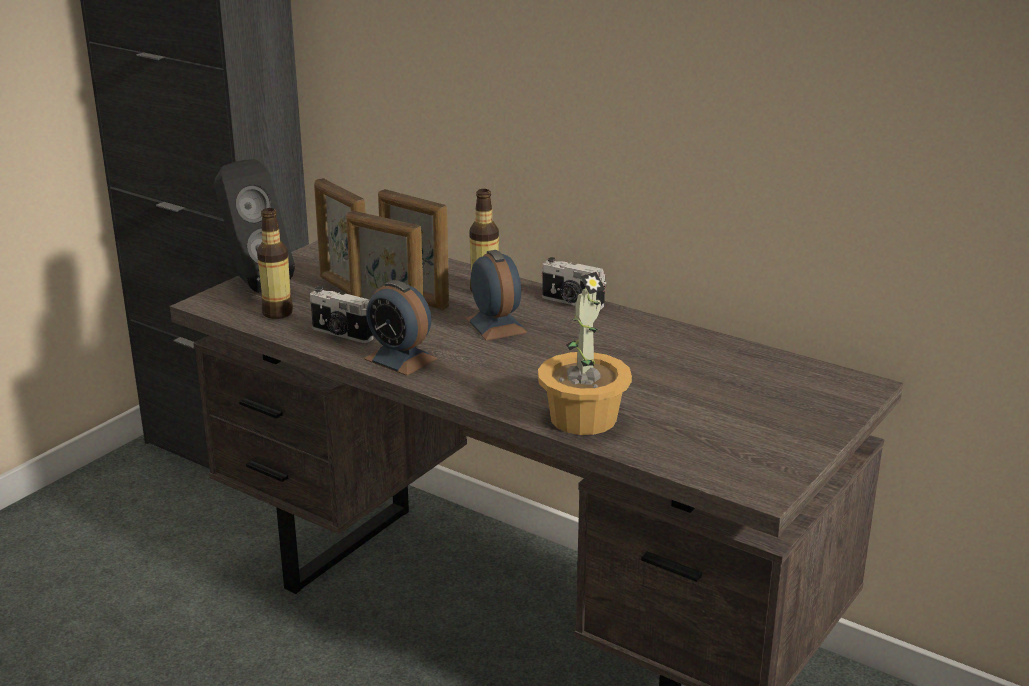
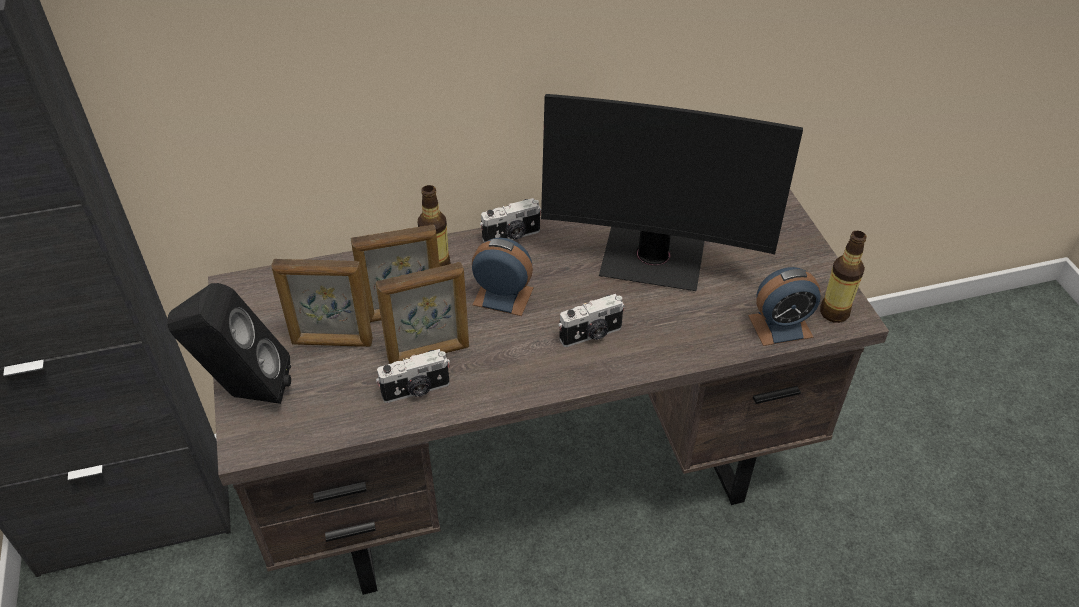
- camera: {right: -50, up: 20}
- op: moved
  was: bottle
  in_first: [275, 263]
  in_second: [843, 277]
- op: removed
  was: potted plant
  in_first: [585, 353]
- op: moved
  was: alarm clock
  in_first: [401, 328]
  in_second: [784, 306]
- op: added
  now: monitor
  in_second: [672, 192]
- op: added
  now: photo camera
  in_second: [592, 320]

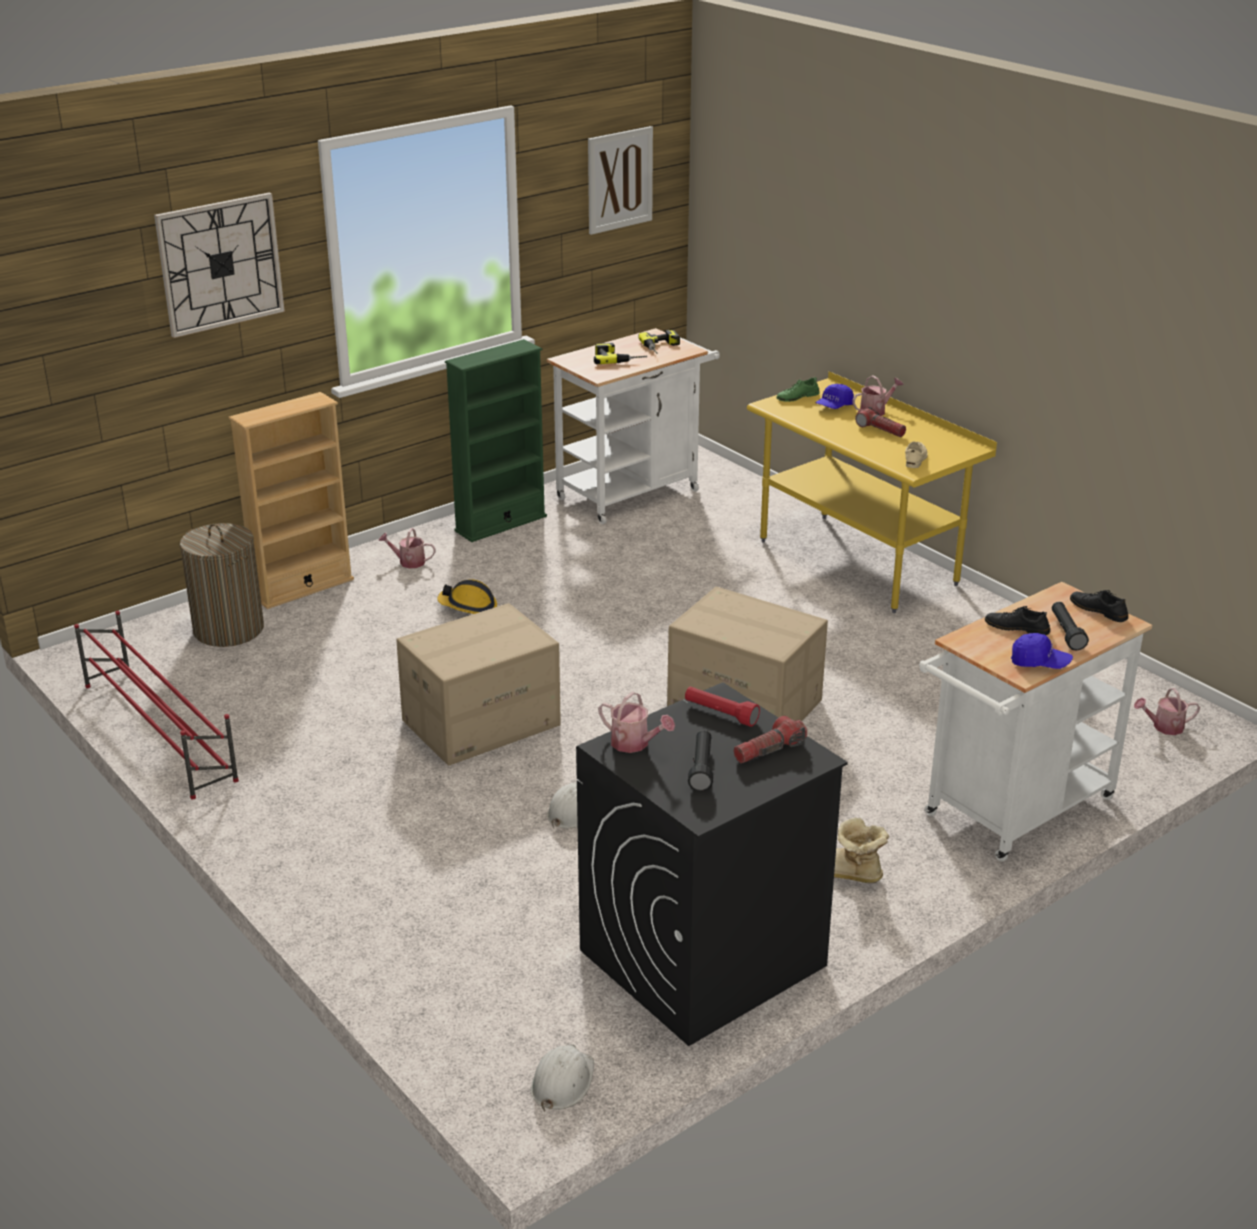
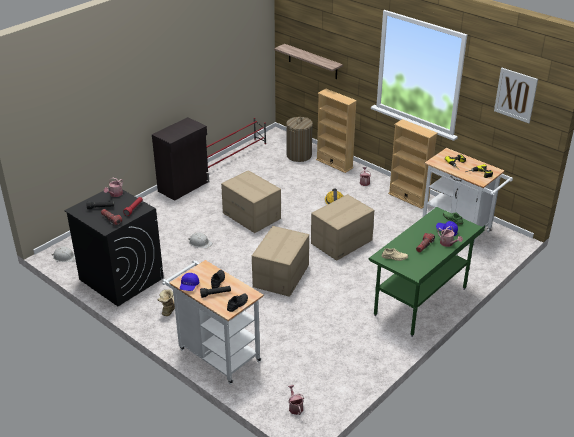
- camera: {right: 80, up: 5}
- op: removed
  was: wall clock
  in_first: [219, 265]
- op: recoloured
  was: bookcase/green
  now: bookcase/beige
  in_first: [496, 440]
  in_second: [413, 164]
- op: recoloured
  was: desk/yellow
  now: desk/green
  in_first: [872, 492]
  in_second: [427, 272]
- op: added
  now: shelf
  in_second: [308, 61]
- op: added
  now: cabinet/black
  in_second: [180, 159]
- op: added
  now: cardboard box
  in_second: [342, 227]

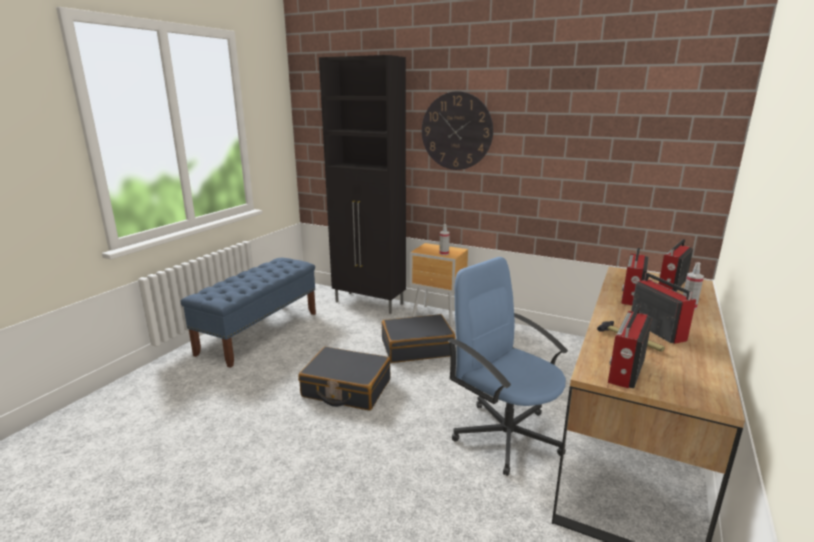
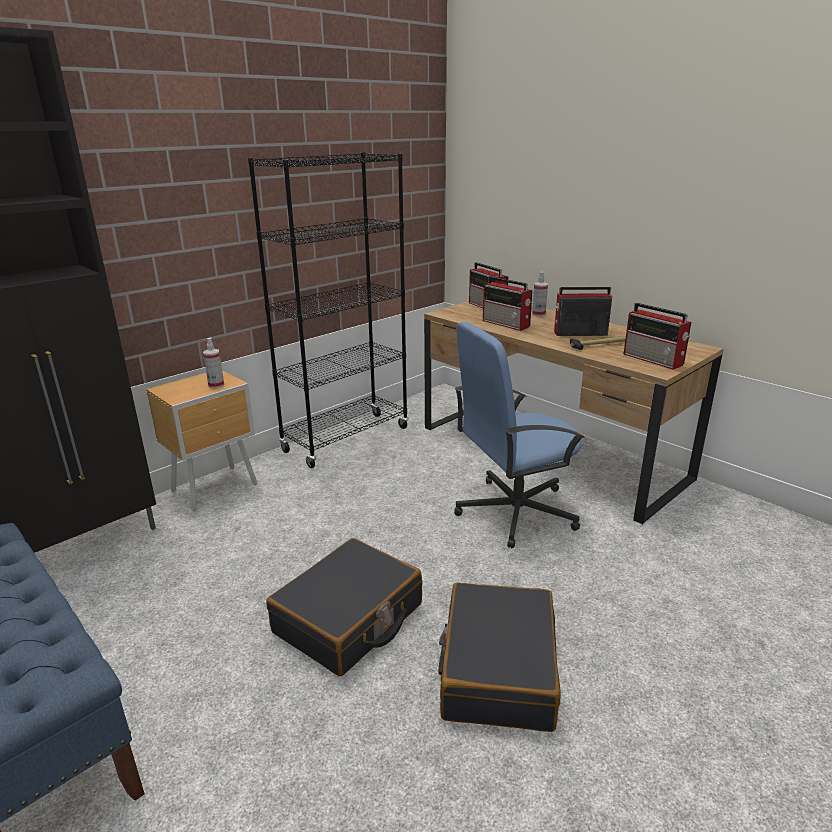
- camera: {right: -70, up: 5}
- op: removed
  was: wall clock
  in_first: [457, 130]
- op: moved
  was: suitcase/black
  in_first: [419, 338]
  in_second: [499, 657]
- op: added
  now: bookcase/black
  in_second: [328, 310]

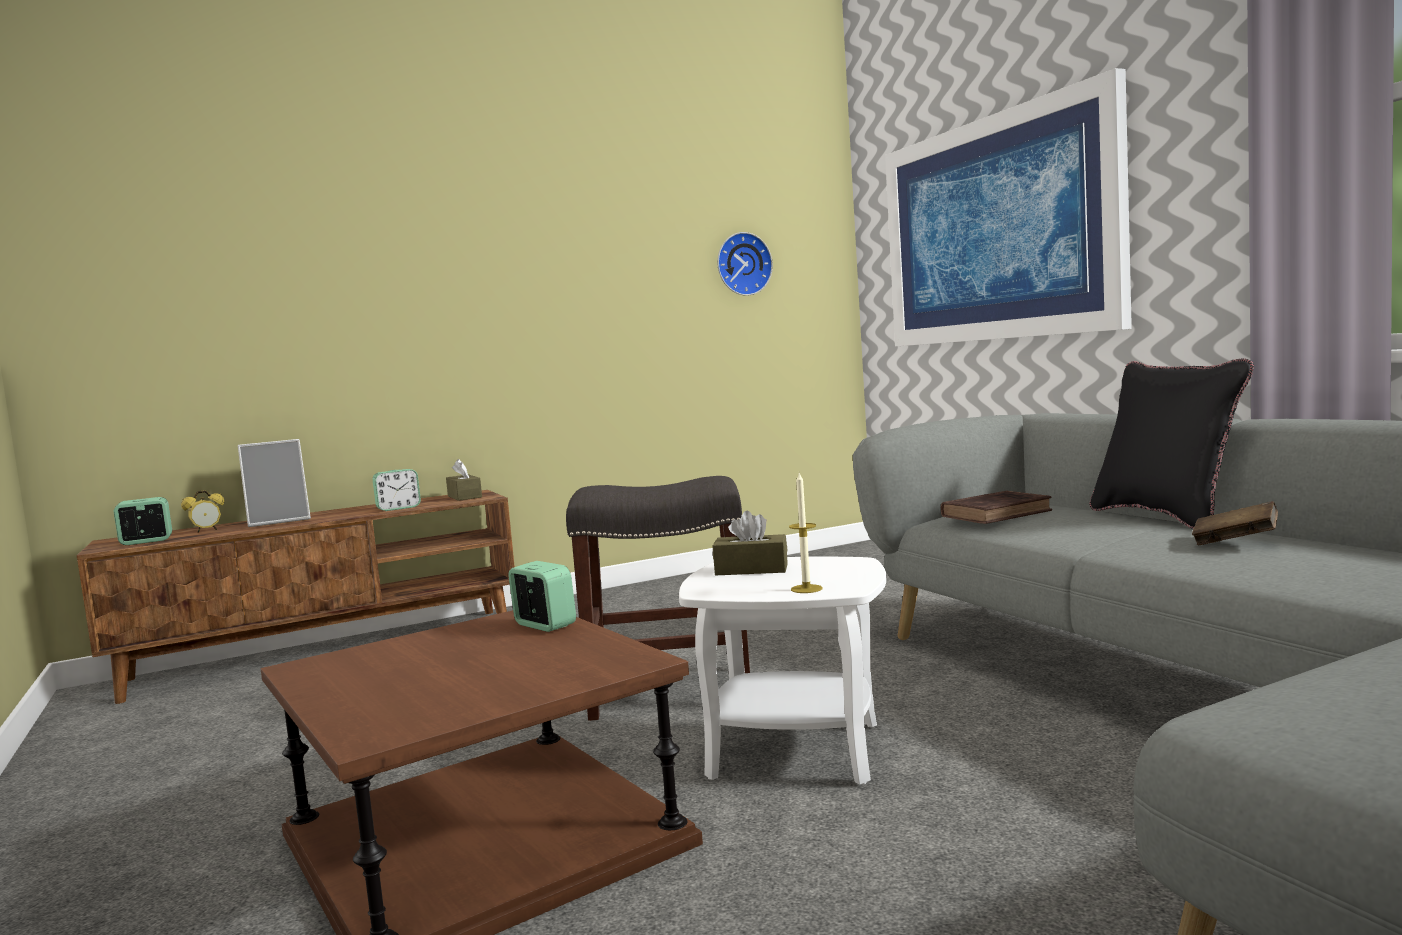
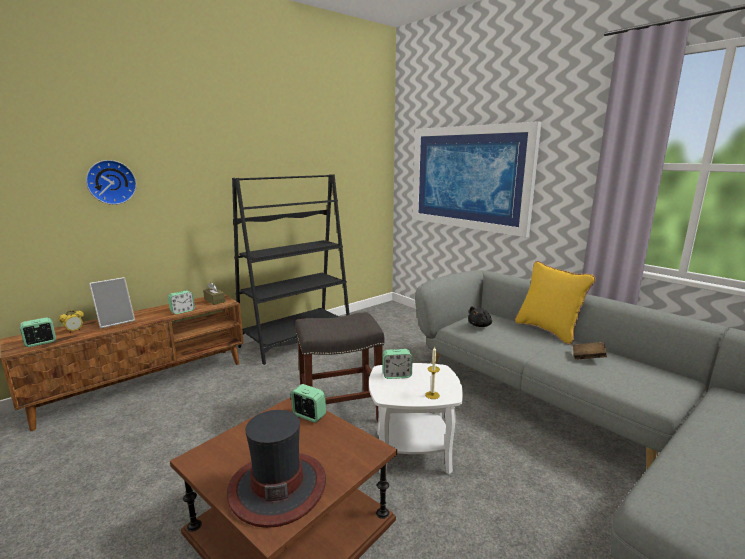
- camera: {right: -15, up: 10}
- op: moved
  was: wall clock
  in_first: [745, 264]
  in_second: [111, 182]
- op: recoloured
  was: pillow/black
  now: pillow/yellow
  in_first: [1171, 443]
  in_second: [555, 303]
- op: replaced
  was: book/brown
  now: plush toy/black
  in_first: [996, 507]
  in_second: [480, 316]
- op: replaced
  was: tissue box/brown
  now: alarm clock
  in_first: [750, 543]
  in_second: [397, 364]
- op: added
  now: bookcase/black
  in_second: [291, 269]
- op: added
  now: hat
  in_second: [276, 469]

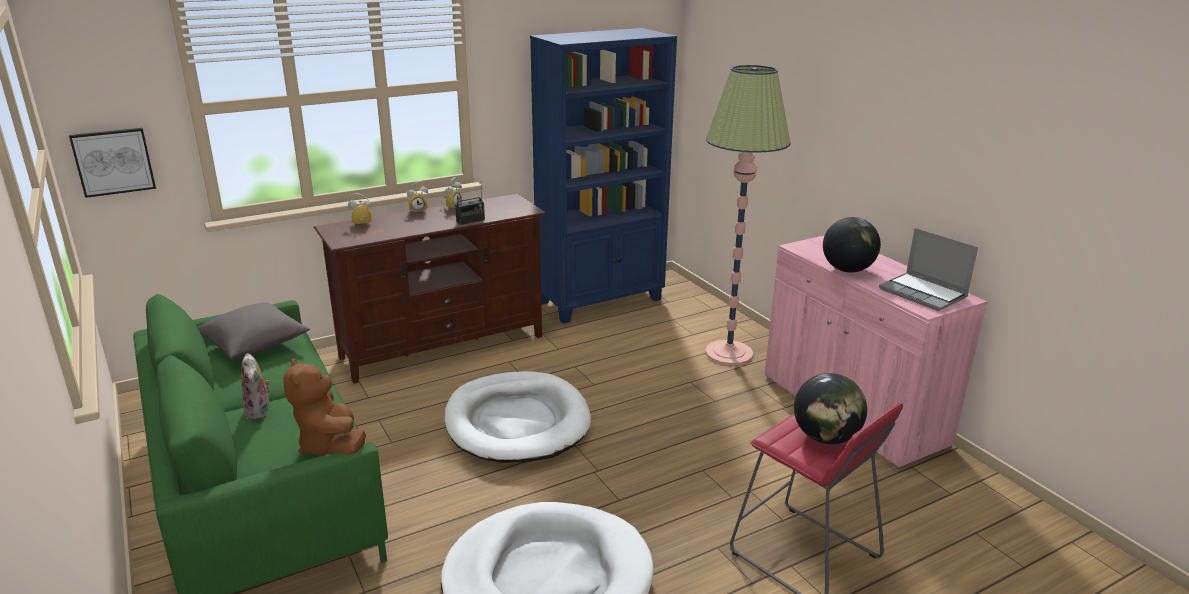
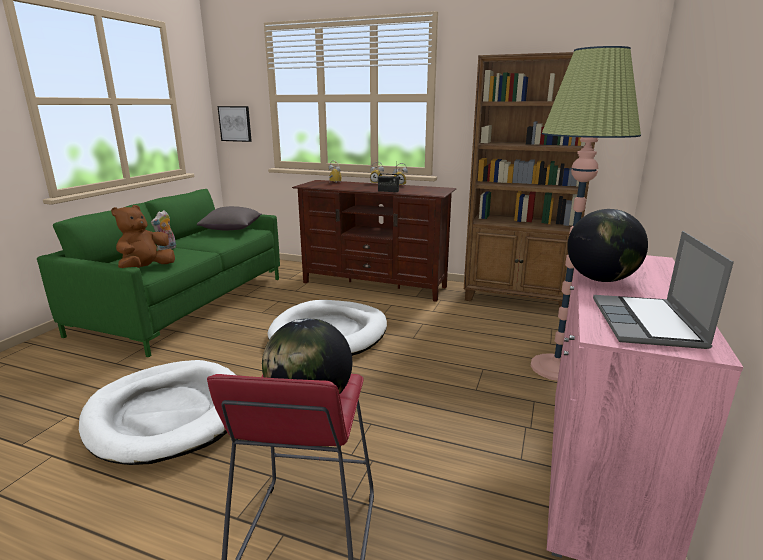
- camera: {right: 50, up: -5}
- op: recoloured
  was: bookcase/blue
  now: bookcase/brown
  in_first: [603, 176]
  in_second: [529, 179]

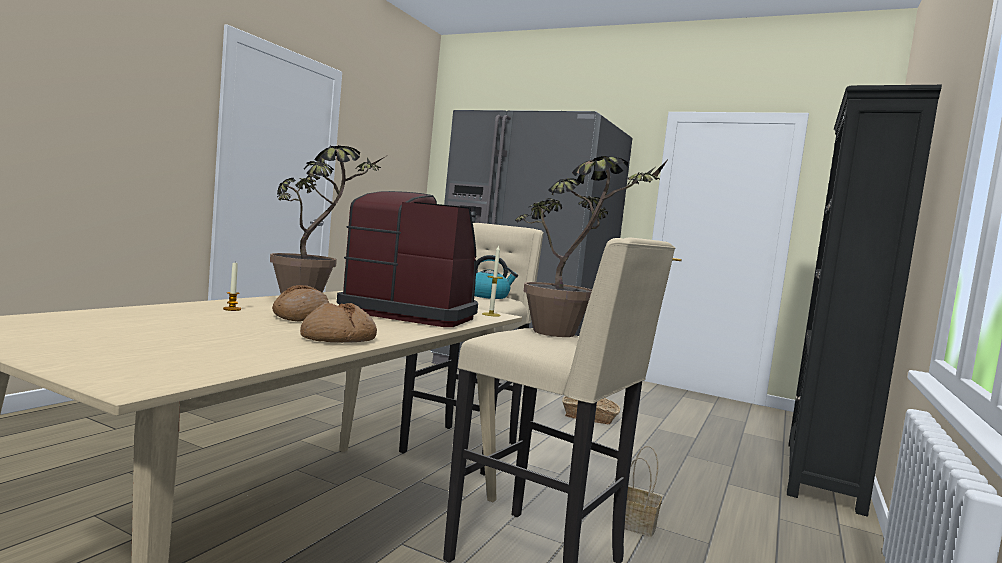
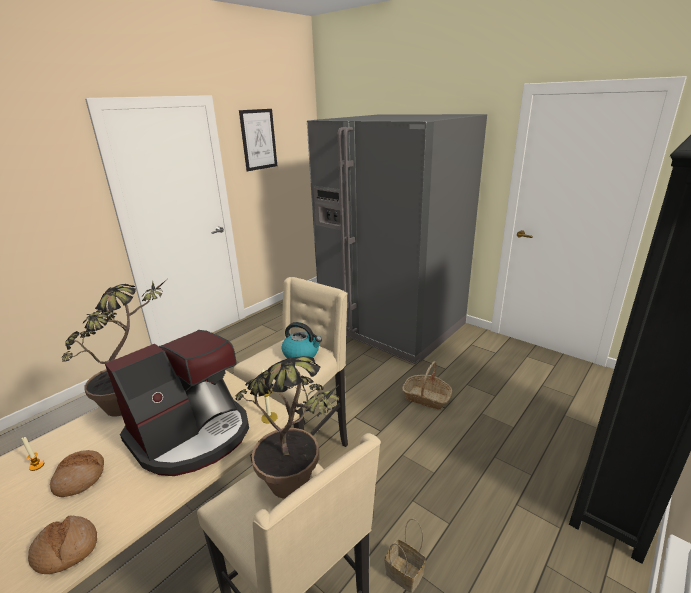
- camera: {right: 15, up: 20}
- op: turned
  was: coffee machine
  in_first: [407, 259]
  in_second: [177, 403]
  clockwise: 105
- op: added
  now: picture
  in_second: [258, 140]

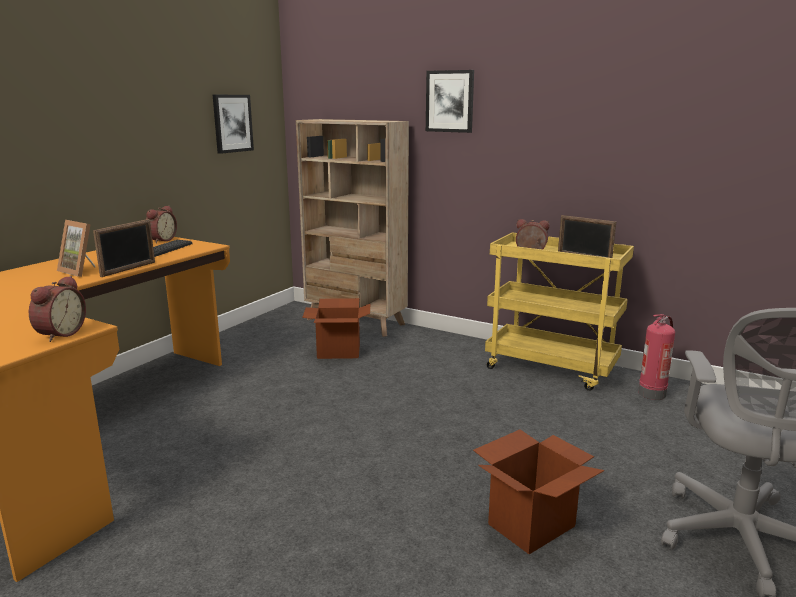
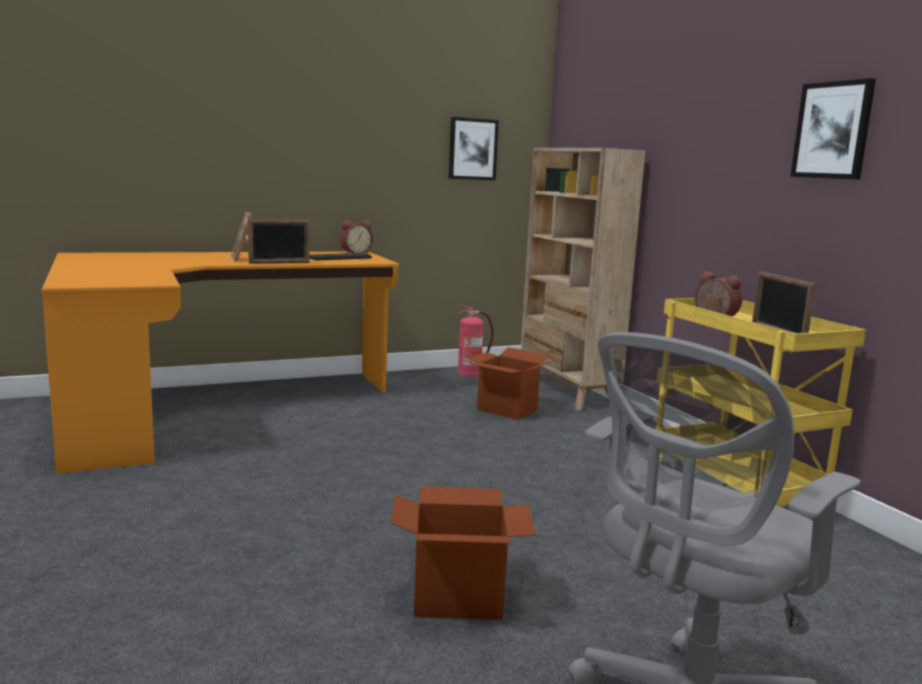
- camera: {right: 35, up: -5}
- op: moved
  was: picture
  in_first: [450, 101]
  in_second: [833, 129]
- op: removed
  was: alarm clock
  in_first: [57, 309]
- op: moved
  was: fire extinguisher
  in_first: [656, 357]
  in_second: [475, 345]

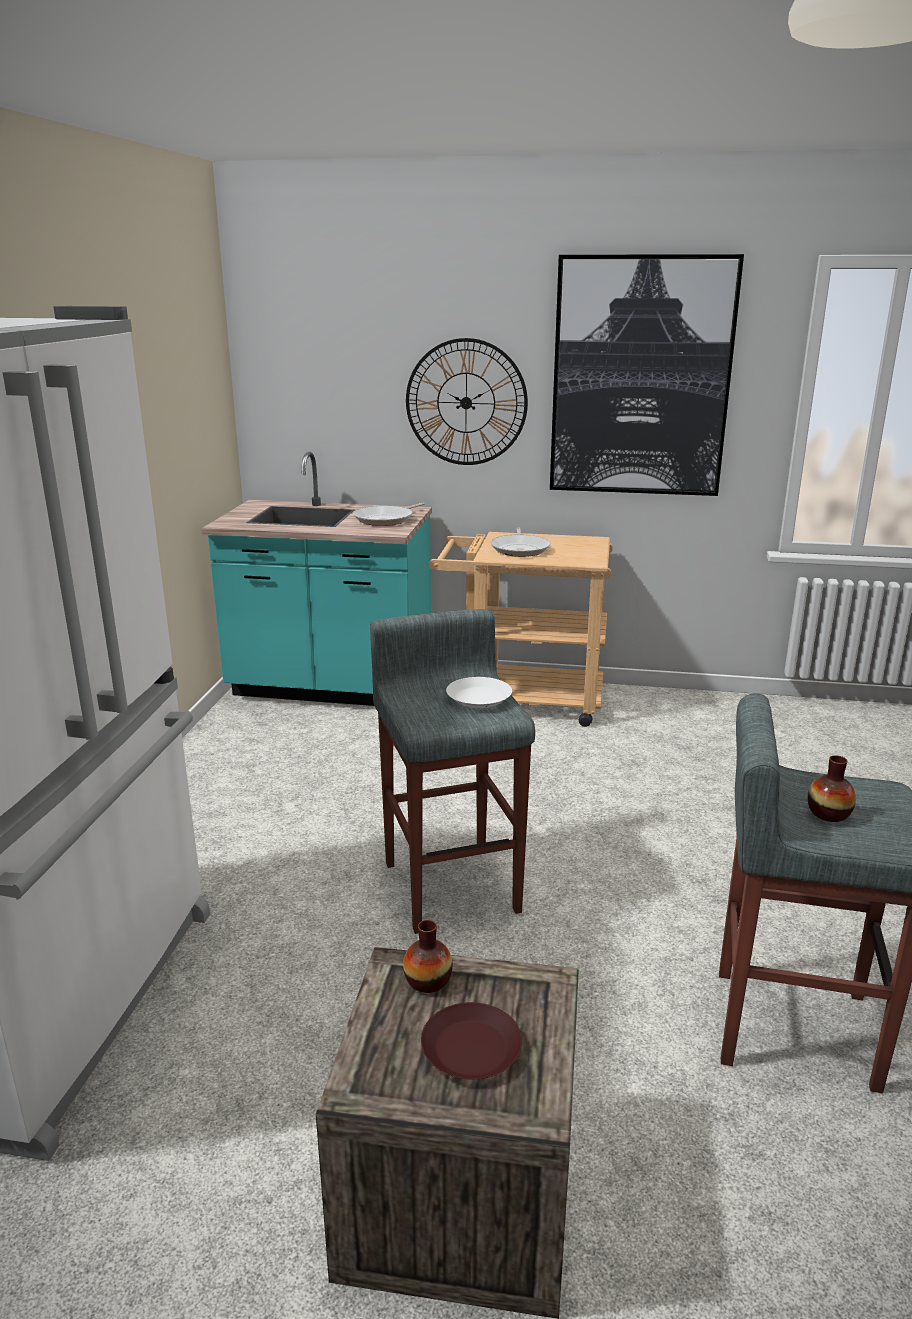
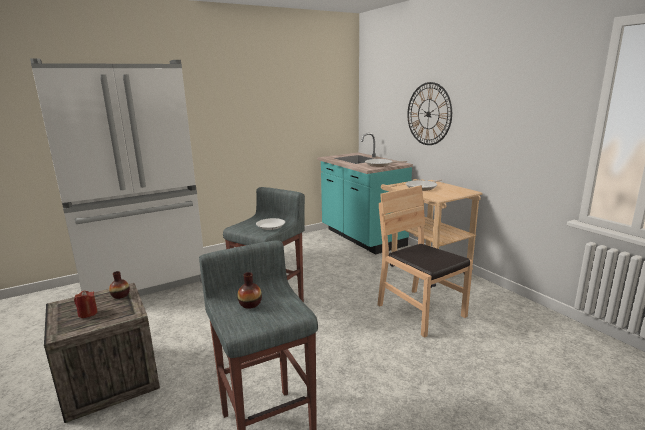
- camera: {right: 50, up: -5}
- op: removed
  was: picture
  in_first: [647, 375]
- op: replaced
  was: plate/brown
  now: candle/red
  in_first: [471, 1040]
  in_second: [86, 304]
- op: added
  now: chair/brown
  in_second: [425, 261]

